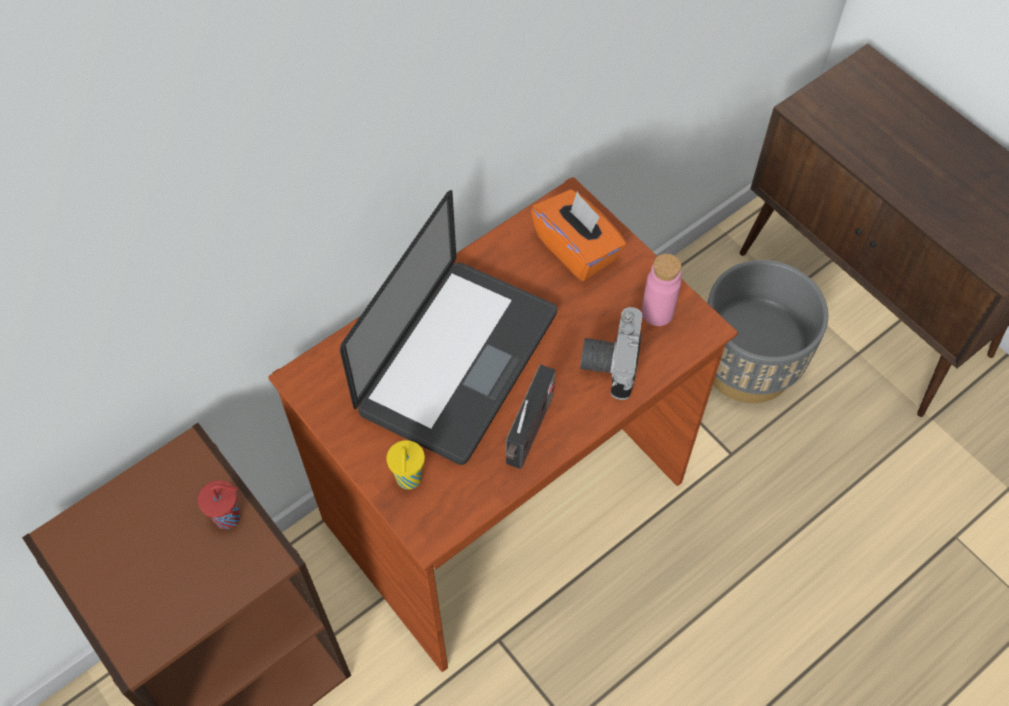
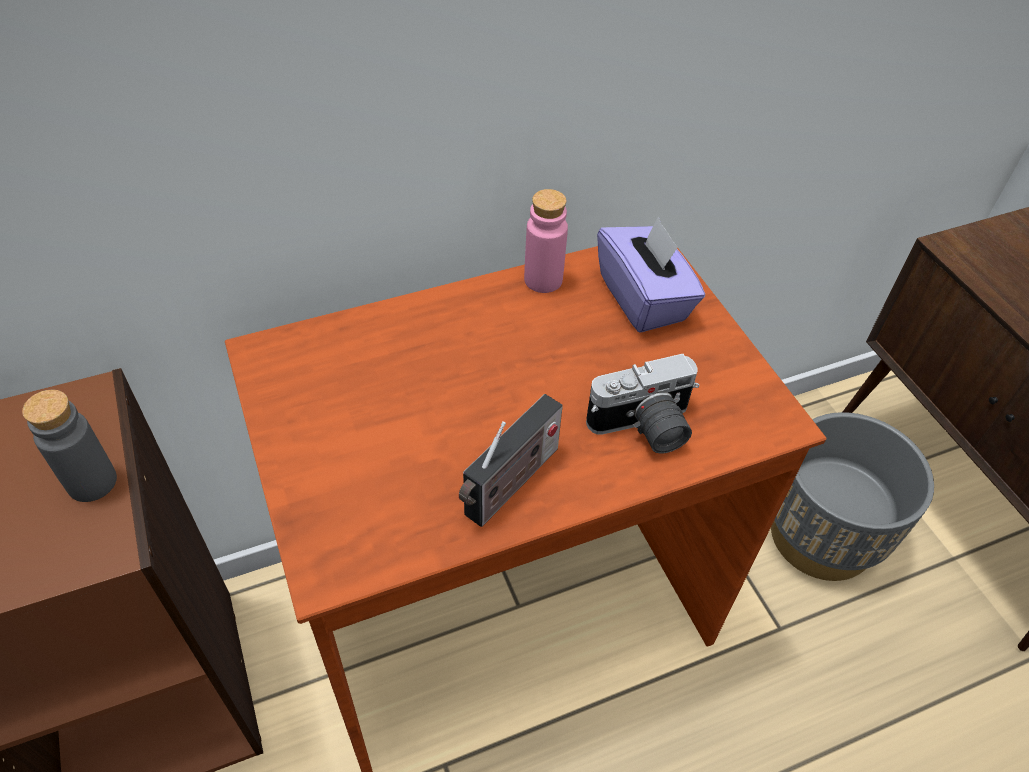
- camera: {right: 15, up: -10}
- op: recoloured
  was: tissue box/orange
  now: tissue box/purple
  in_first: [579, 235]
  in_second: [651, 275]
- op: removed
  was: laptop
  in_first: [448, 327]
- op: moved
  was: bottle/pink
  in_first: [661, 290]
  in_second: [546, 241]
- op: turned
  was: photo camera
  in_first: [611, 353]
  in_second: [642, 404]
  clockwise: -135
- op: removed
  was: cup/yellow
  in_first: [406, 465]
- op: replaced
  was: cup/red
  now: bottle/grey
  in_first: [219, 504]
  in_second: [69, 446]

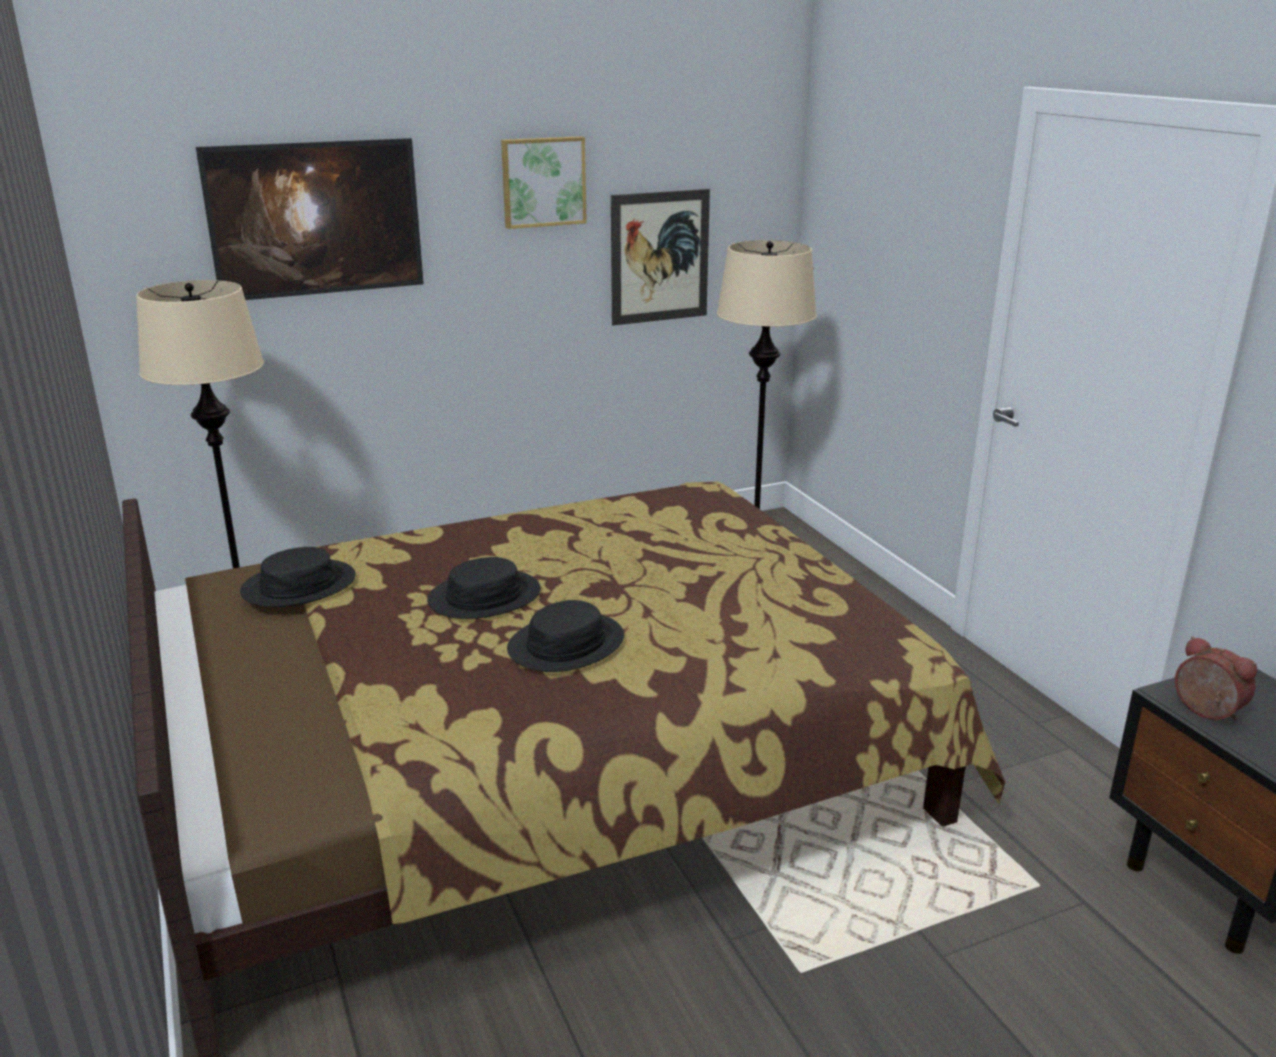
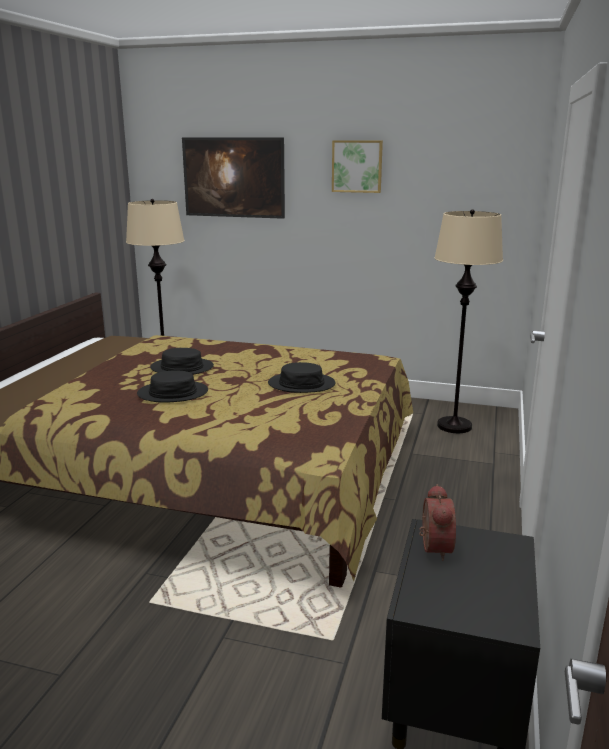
- camera: {right: 40, up: -5}
- op: removed
  was: picture
  in_first: [660, 257]
- op: moved
  was: hat/black
  in_first: [298, 577]
  in_second: [302, 377]

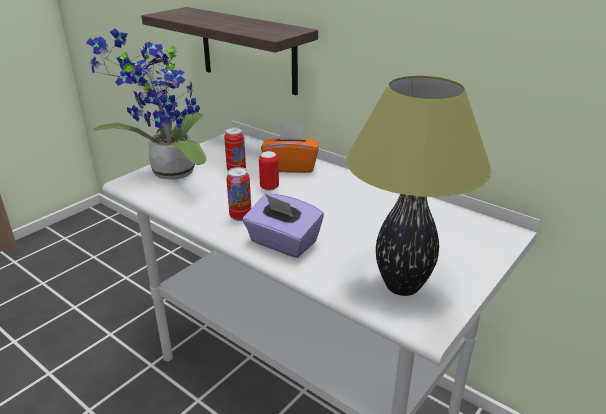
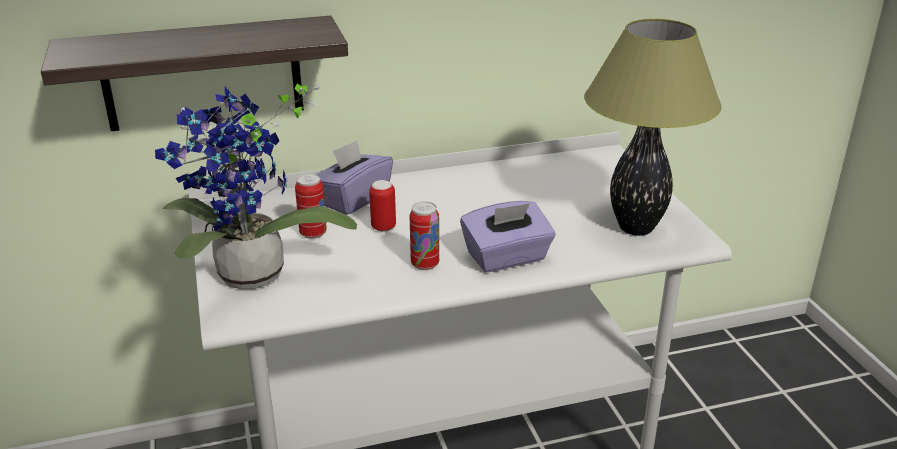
- camera: {right: -55, up: 0}
- op: recoloured
  was: tissue box/orange
  now: tissue box/purple
  in_first: [290, 148]
  in_second: [355, 177]

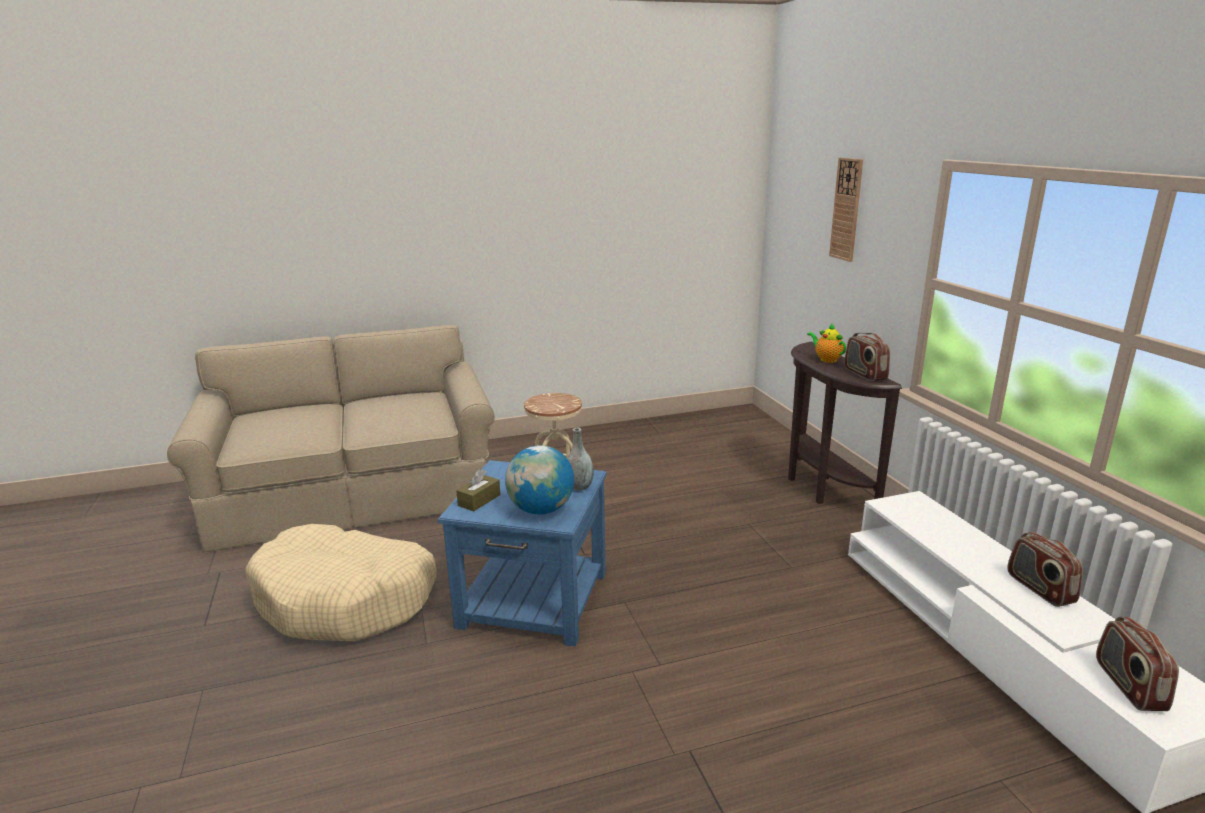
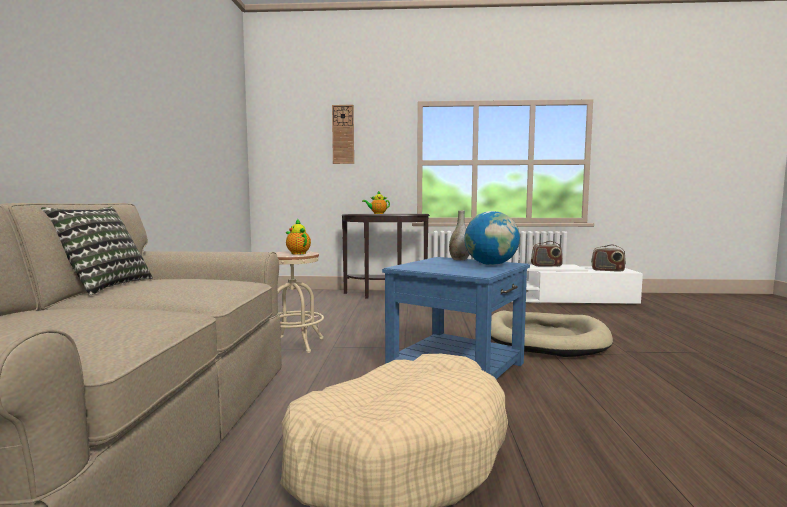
- camera: {right: -70, up: -15}
- op: removed
  was: radio
  in_first: [867, 357]
- op: removed
  was: tissue box/brown
  in_first: [478, 490]
- op: added
  now: pillow
  in_second: [97, 250]
- op: added
  now: teapot
  in_second: [298, 237]
- op: added
  now: dog bed/beige
  in_second: [552, 334]

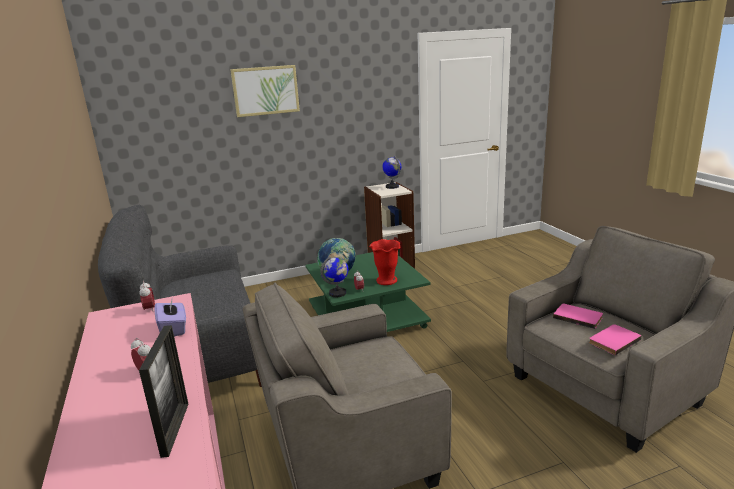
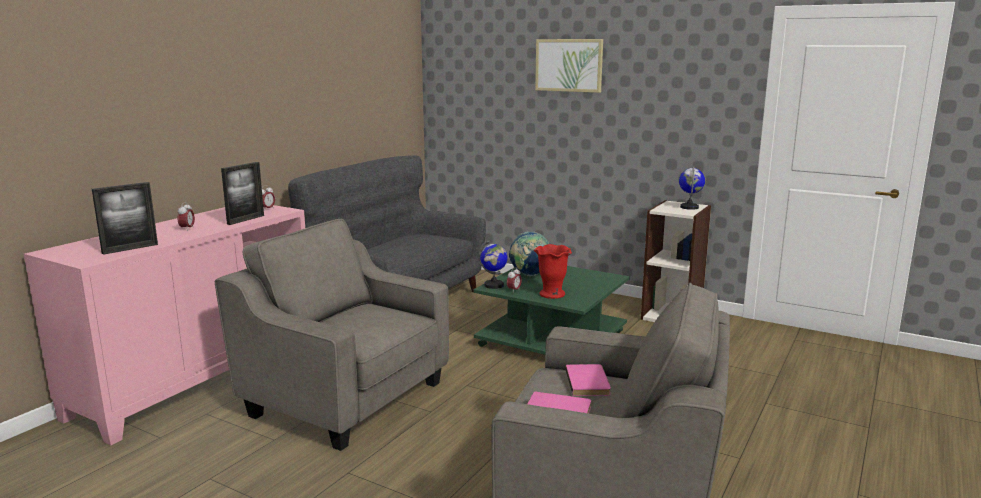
- camera: {right: 50, up: -5}
- op: replaced
  was: tissue box/purple
  now: picture frame
  in_first: [170, 316]
  in_second: [242, 193]

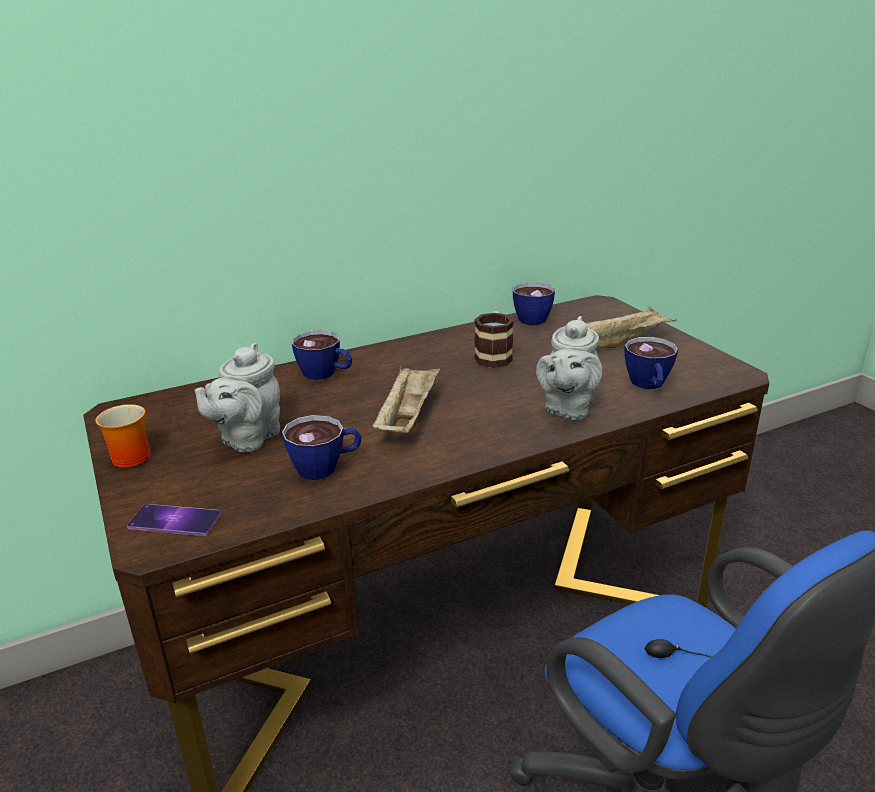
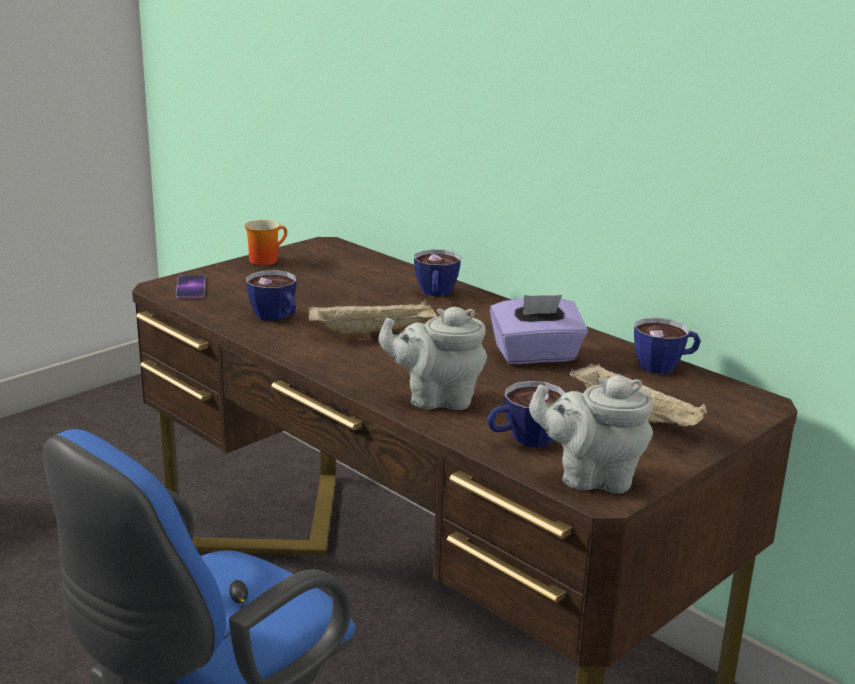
- camera: {right: 70, up: -5}
- op: replaced
  was: mug
  now: tissue box/purple
  in_first: [494, 339]
  in_second: [539, 329]
- op: moved
  was: teapot/grey
  in_first: [237, 398]
  in_second: [591, 434]

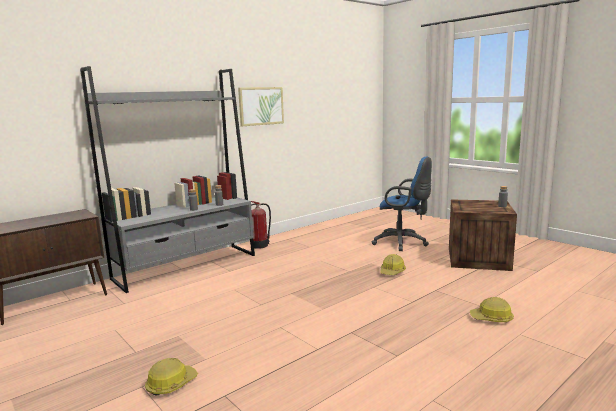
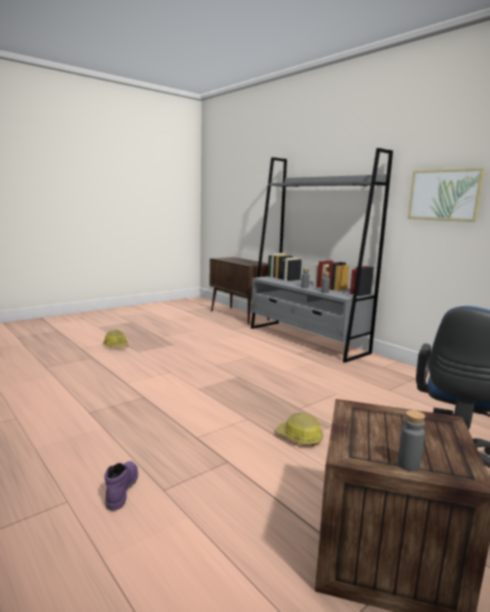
- camera: {right: 90, up: 0}
- op: removed
  was: fire extinguisher
  in_first: [261, 225]
- op: replaced
  was: hard hat
  now: boot/purple
  in_first: [492, 309]
  in_second: [121, 486]

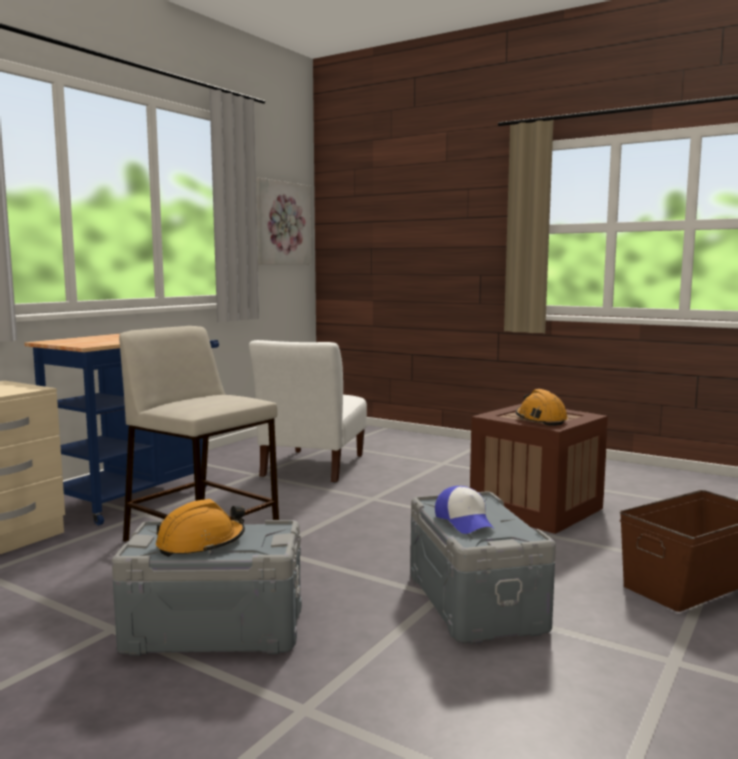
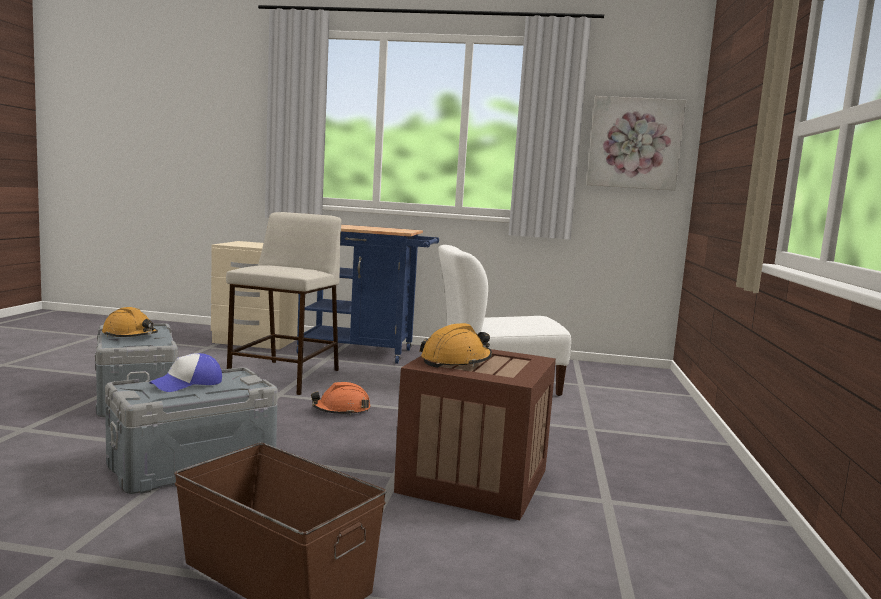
- camera: {right: 65, up: 0}
- op: added
  now: hard hat/orange
  in_second: [340, 399]

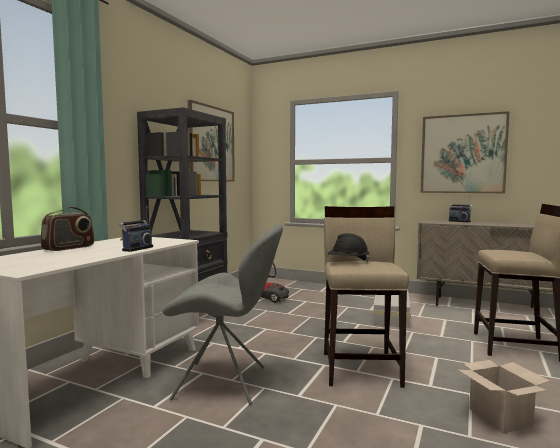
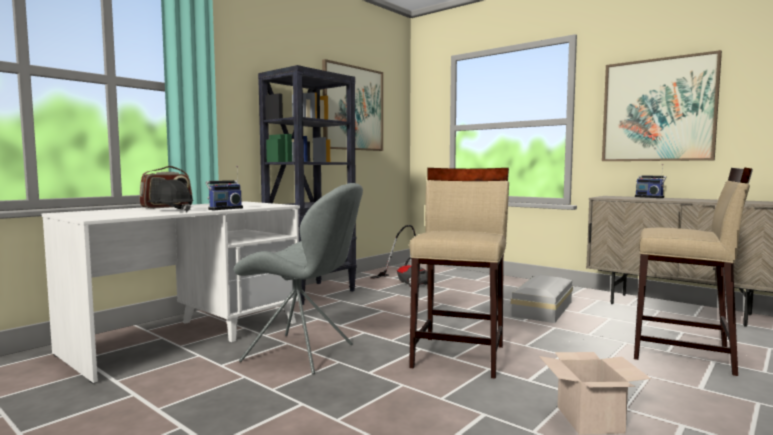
- camera: {right: 15, up: 0}
- op: moved
  was: hard hat/black
  in_first: [348, 247]
  in_second: [170, 195]

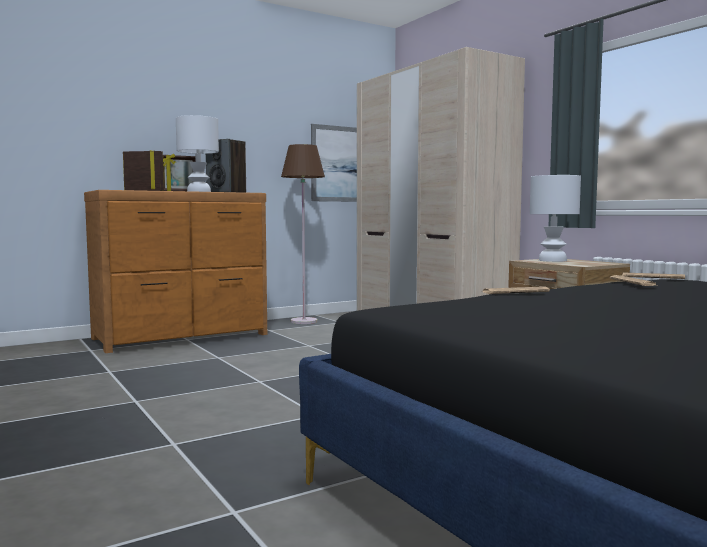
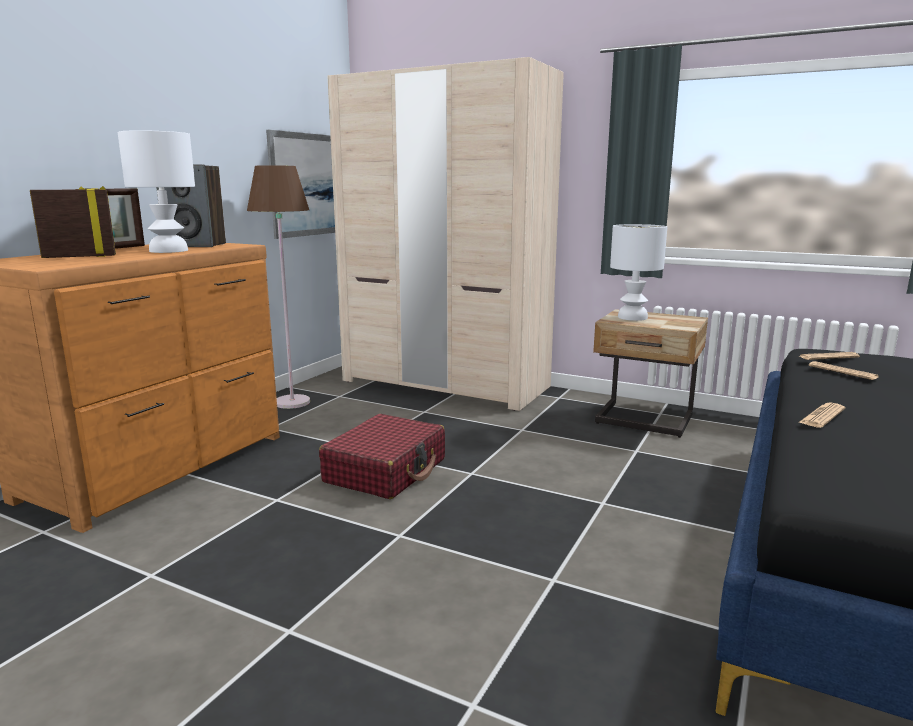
- camera: {right: -30, up: 10}
- op: added
  now: suitcase/red
  in_second: [382, 456]

